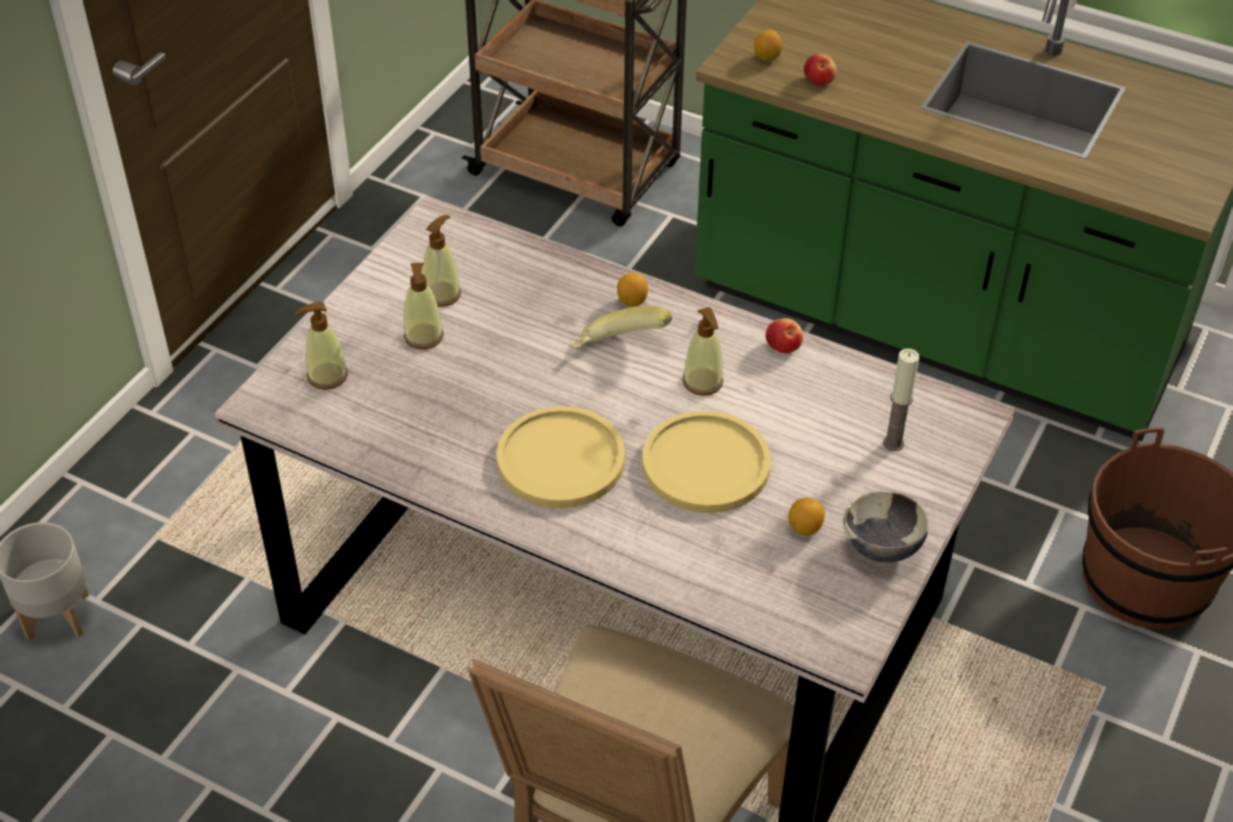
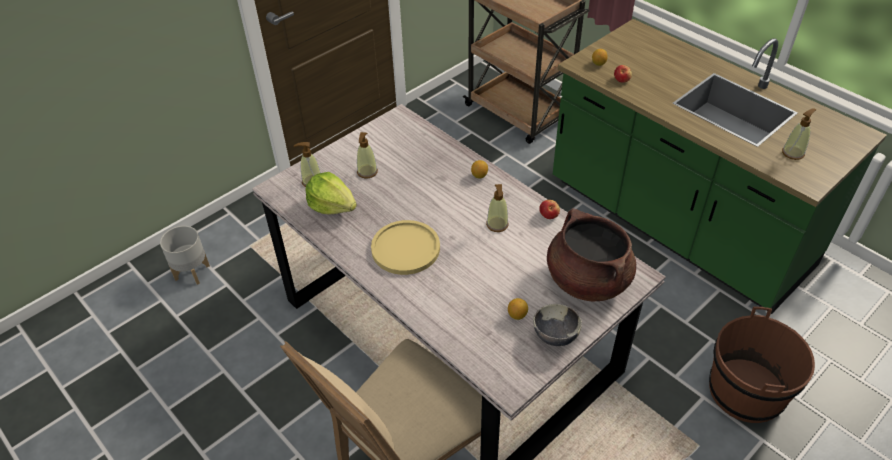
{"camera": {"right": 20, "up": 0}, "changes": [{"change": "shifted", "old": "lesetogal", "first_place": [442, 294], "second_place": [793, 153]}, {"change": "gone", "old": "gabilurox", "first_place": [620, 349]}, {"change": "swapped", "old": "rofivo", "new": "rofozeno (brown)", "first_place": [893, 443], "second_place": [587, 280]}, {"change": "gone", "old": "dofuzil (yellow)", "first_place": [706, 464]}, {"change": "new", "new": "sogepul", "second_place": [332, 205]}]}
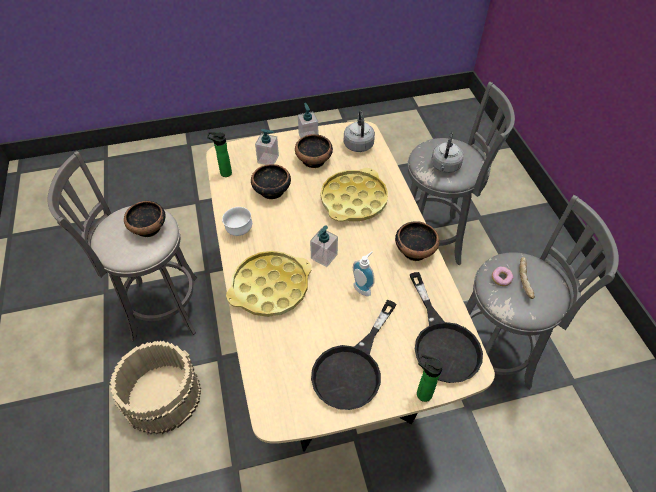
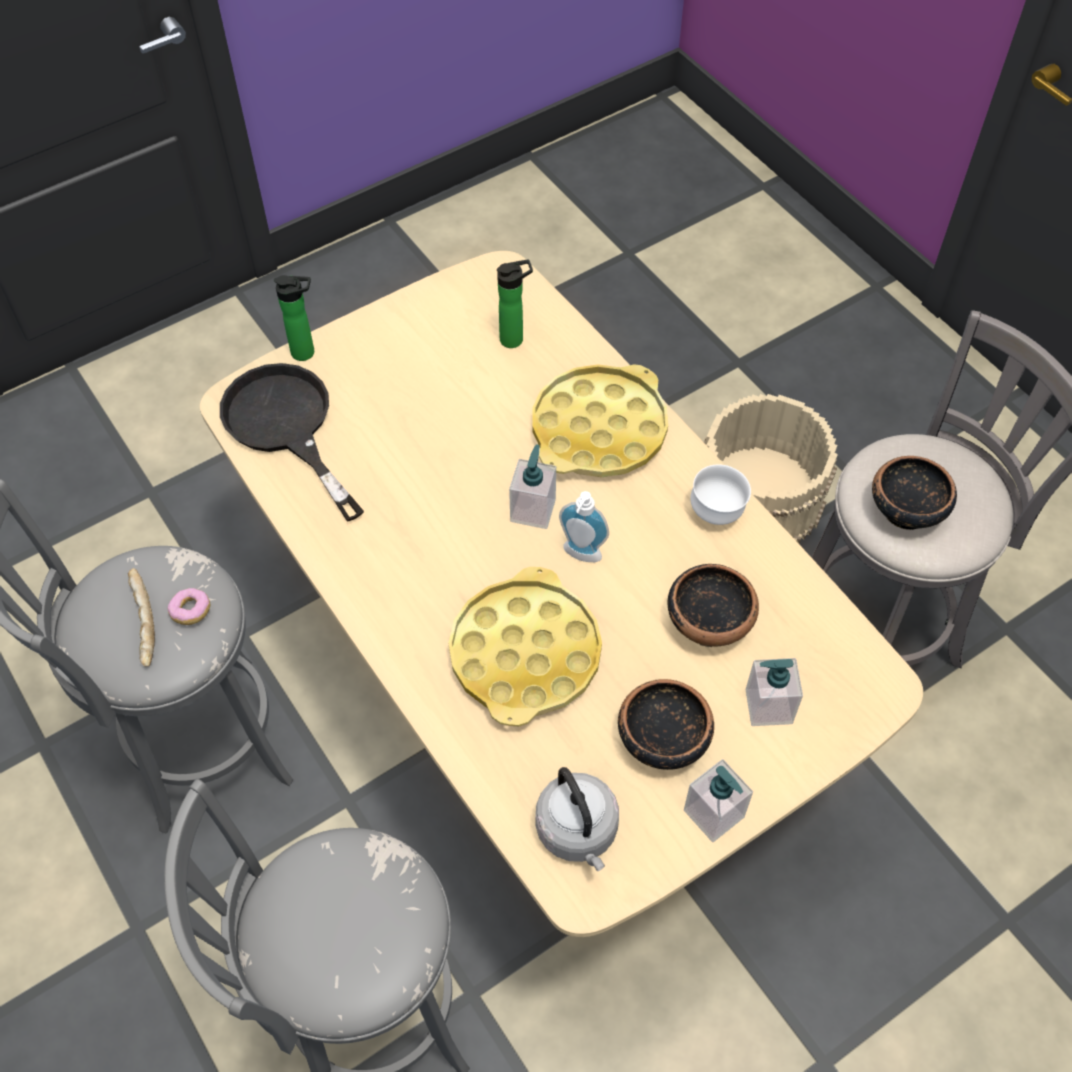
{"camera": {"right": 160, "up": 5}, "changes": [{"change": "shifted", "old": "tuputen", "first_place": [224, 173], "second_place": [515, 339]}, {"change": "gone", "old": "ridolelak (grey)", "first_place": [445, 167]}, {"change": "gone", "old": "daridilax", "first_place": [415, 250]}, {"change": "shifted", "old": "lesetogal", "first_place": [363, 288], "second_place": [580, 556]}, {"change": "gone", "old": "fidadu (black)", "first_place": [353, 368]}]}
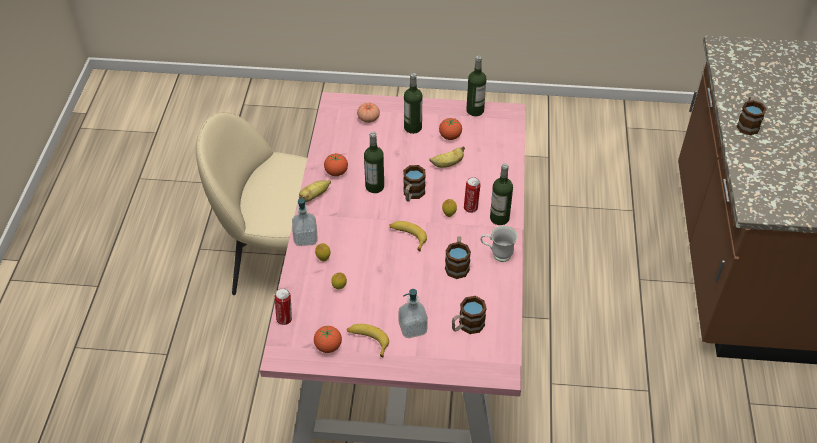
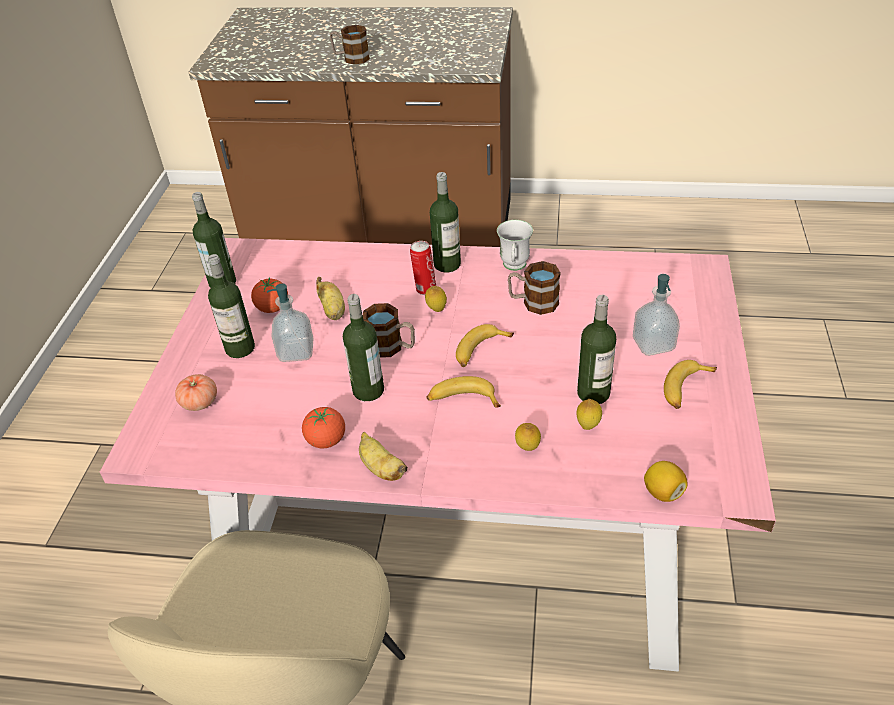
{"camera": {"right": -85, "up": -5}, "changes": [{"change": "shifted", "old": "lesetogal", "first_place": [305, 238], "second_place": [296, 352]}, {"change": "swapped", "old": "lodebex", "new": "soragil", "first_place": [285, 319], "second_place": [663, 492]}, {"change": "gone", "old": "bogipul", "first_place": [467, 326]}, {"change": "gone", "old": "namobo", "first_place": [328, 346]}, {"change": "new", "new": "tuputen", "second_place": [593, 393]}, {"change": "new", "new": "gabilurox", "second_place": [462, 399]}]}
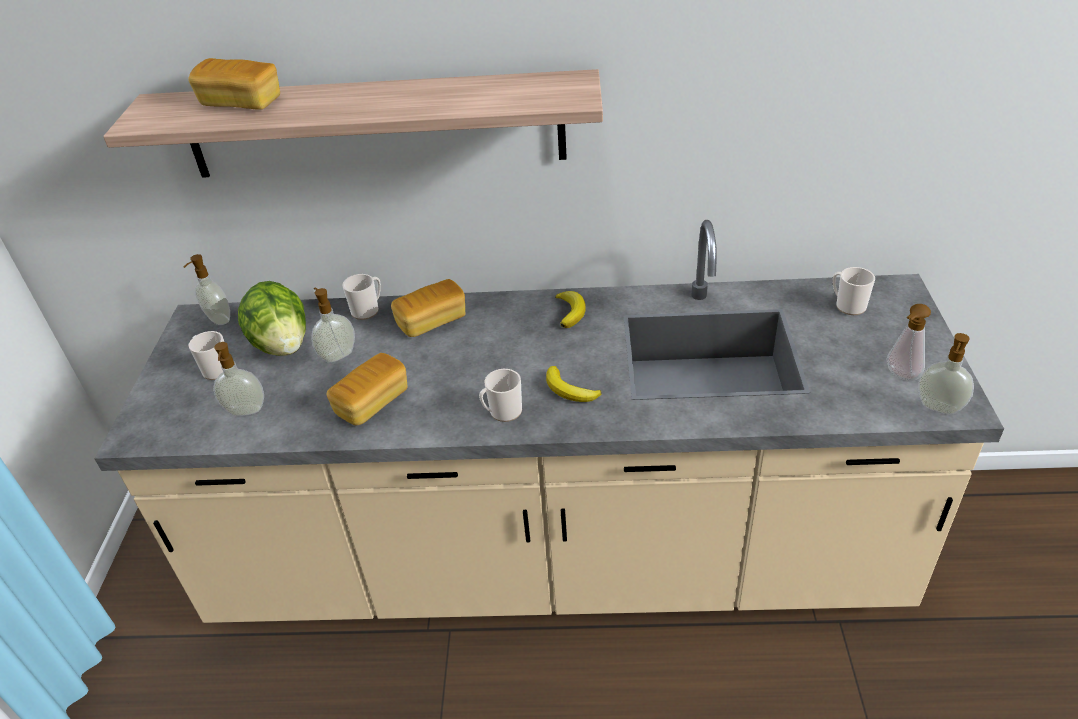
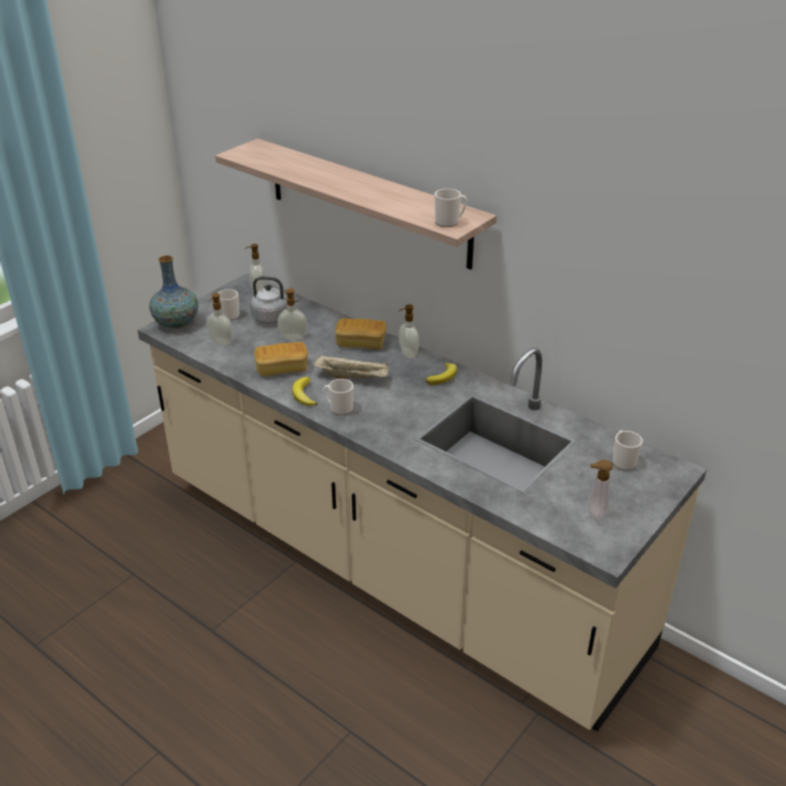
{"camera": {"right": 35, "up": -5}, "changes": [{"change": "gone", "old": "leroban", "first_place": [241, 103]}, {"change": "shifted", "old": "bogipul", "first_place": [368, 310], "second_place": [449, 222]}, {"change": "swapped", "old": "sogepul", "new": "ridolelak (grey)", "first_place": [282, 344], "second_place": [273, 318]}, {"change": "shifted", "old": "lesetogal", "first_place": [938, 408], "second_place": [407, 354]}, {"change": "shifted", "old": "gabilurox", "first_place": [570, 390], "second_place": [304, 395]}, {"change": "new", "new": "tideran", "second_place": [176, 323]}, {"change": "new", "new": "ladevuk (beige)", "second_place": [353, 377]}]}
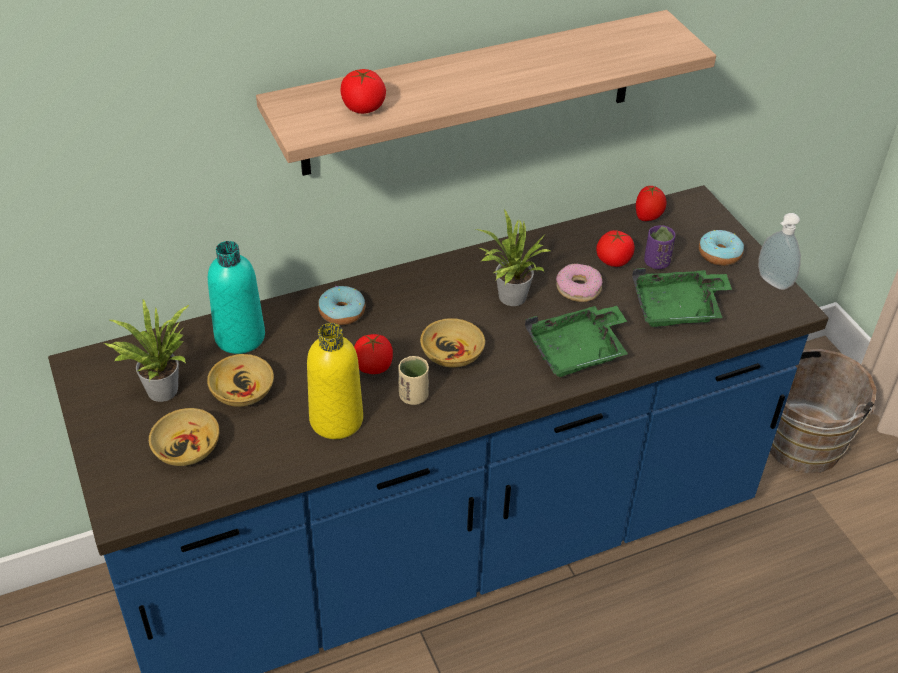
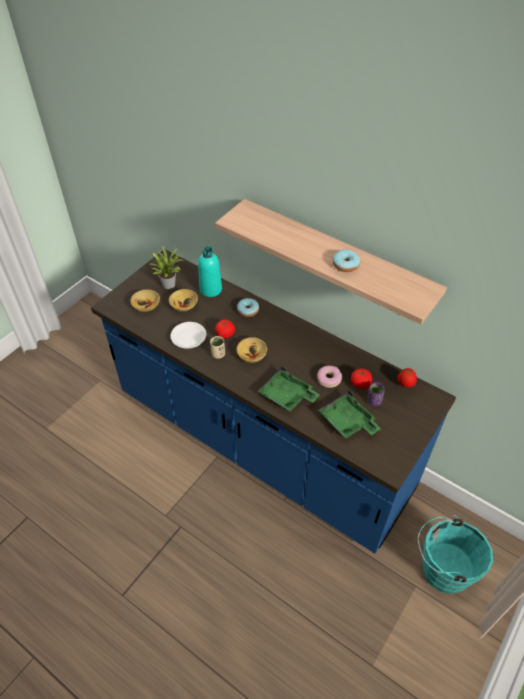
{"camera": {"right": 60, "up": 5}, "changes": [{"change": "gone", "old": "namobo", "first_place": [363, 107]}, {"change": "gone", "old": "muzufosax", "first_place": [508, 297]}, {"change": "gone", "old": "lesetogal", "first_place": [772, 282]}, {"change": "shifted", "old": "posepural", "first_place": [719, 254], "second_place": [345, 265]}, {"change": "swapped", "old": "tuputen (yellow)", "new": "dofuzil (white)", "first_place": [336, 420], "second_place": [188, 338]}, {"change": "repainted", "old": "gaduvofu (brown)", "new": "gaduvofu (turquoise)", "first_place": [798, 447], "second_place": [441, 569]}]}
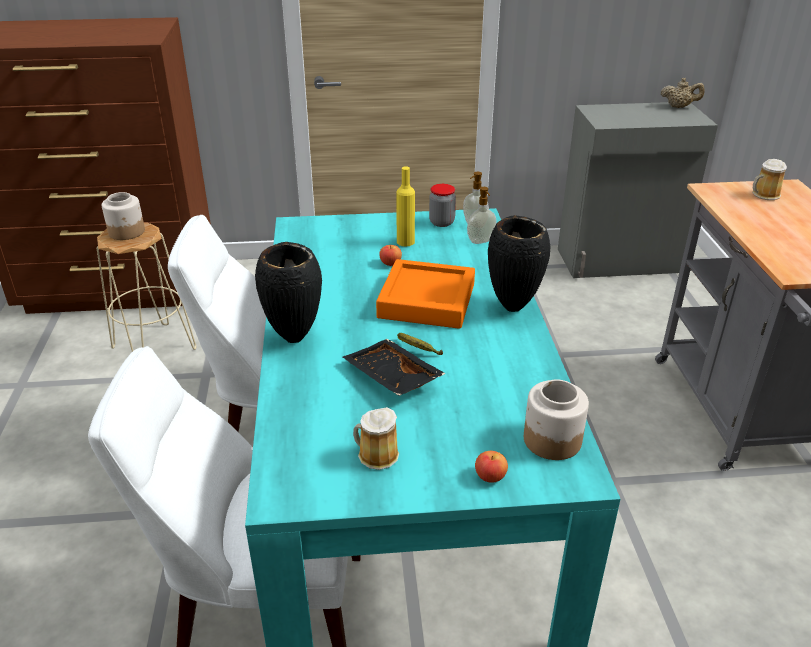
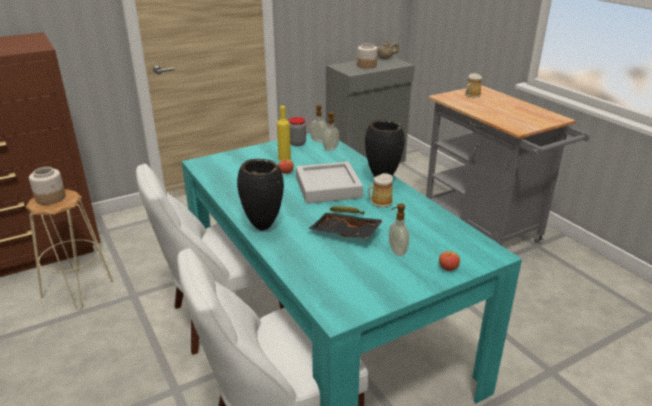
{"camera": {"right": -25, "up": -5}, "changes": [{"change": "repainted", "old": "ladevuk (orange)", "new": "ladevuk (grey)", "first_place": [426, 301], "second_place": [328, 188]}, {"change": "shifted", "old": "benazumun", "first_place": [551, 439], "second_place": [366, 65]}, {"change": "shifted", "old": "bogipul", "first_place": [375, 455], "second_place": [380, 202]}, {"change": "new", "new": "lesetogal", "second_place": [396, 251]}]}
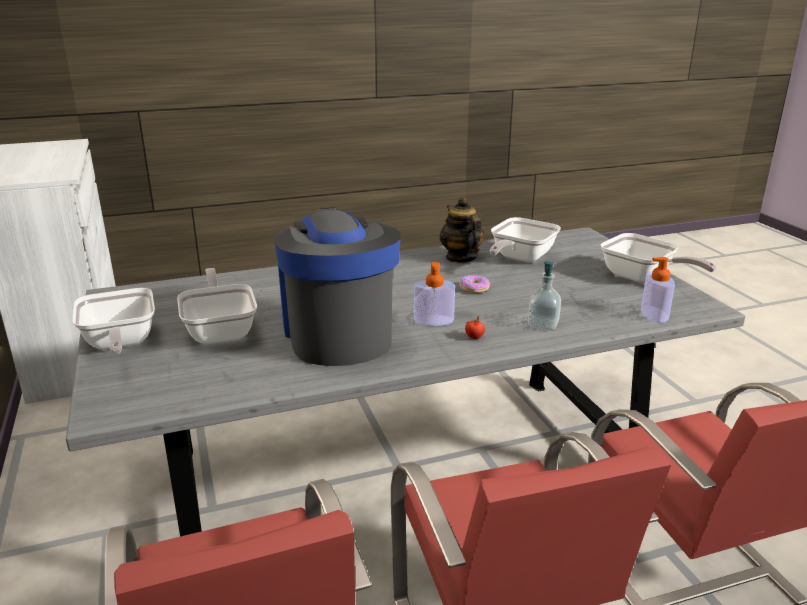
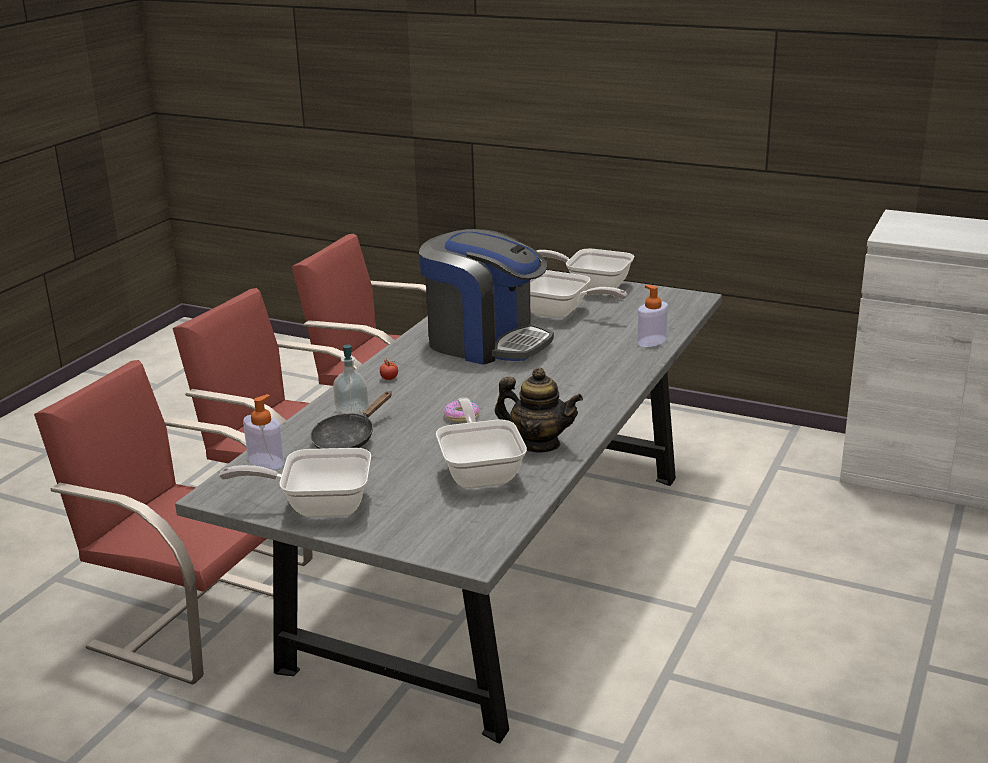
{"camera": {"right": 135, "up": 0}, "changes": [{"change": "shifted", "old": "lesetogal", "first_place": [433, 320], "second_place": [651, 341]}, {"change": "new", "new": "fidadu (black)", "second_place": [348, 439]}]}
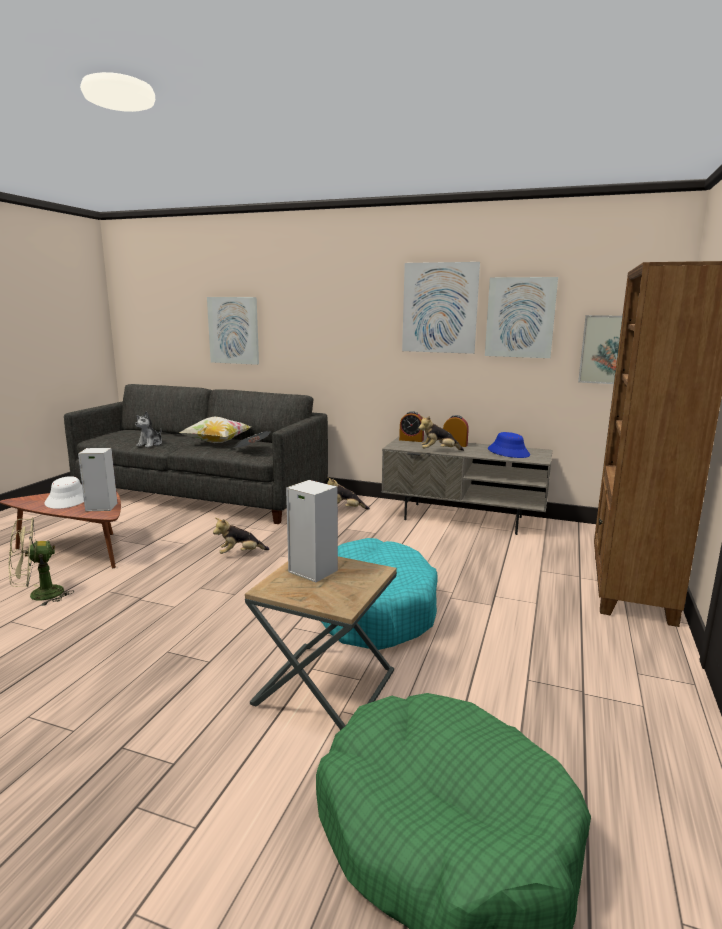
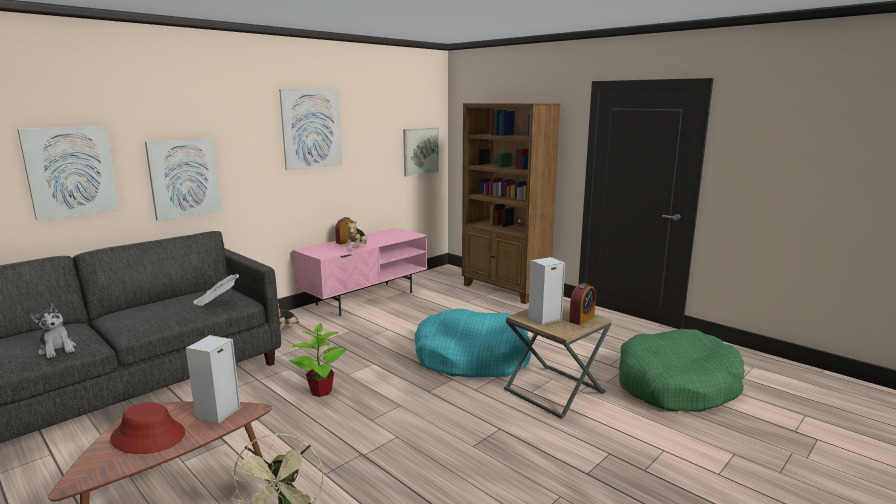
{"camera": {"right": -65, "up": 0}, "changes": [{"change": "shifted", "old": "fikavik", "first_place": [520, 317], "second_place": [184, 178]}, {"change": "shifted", "old": "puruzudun", "first_place": [411, 440], "second_place": [581, 319]}, {"change": "gone", "old": "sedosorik", "first_place": [216, 442]}, {"change": "gone", "old": "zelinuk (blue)", "first_place": [508, 452]}, {"change": "repainted", "old": "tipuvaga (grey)", "new": "tipuvaga (pink)", "first_place": [464, 518], "second_place": [365, 298]}, {"change": "repainted", "old": "zelinuk (white)", "new": "zelinuk (red)", "first_place": [68, 500], "second_place": [148, 436]}, {"change": "swapped", "old": "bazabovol", "new": "muzufosax", "first_place": [240, 554], "second_place": [320, 392]}]}
